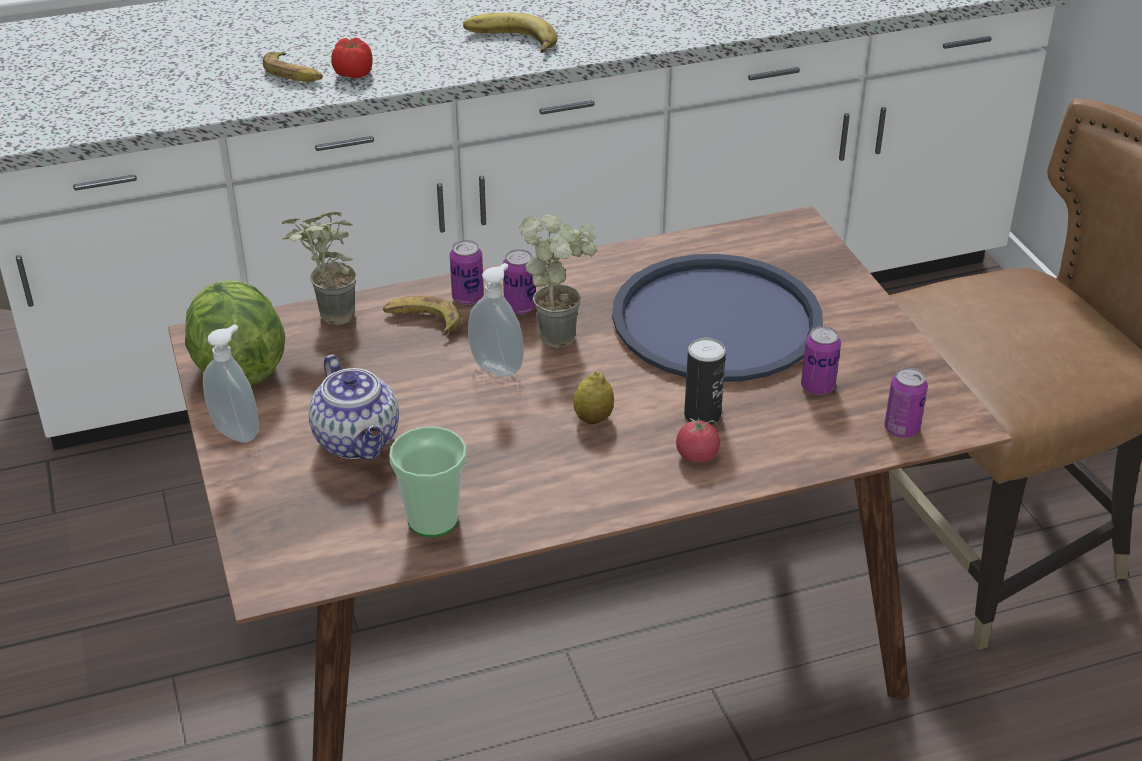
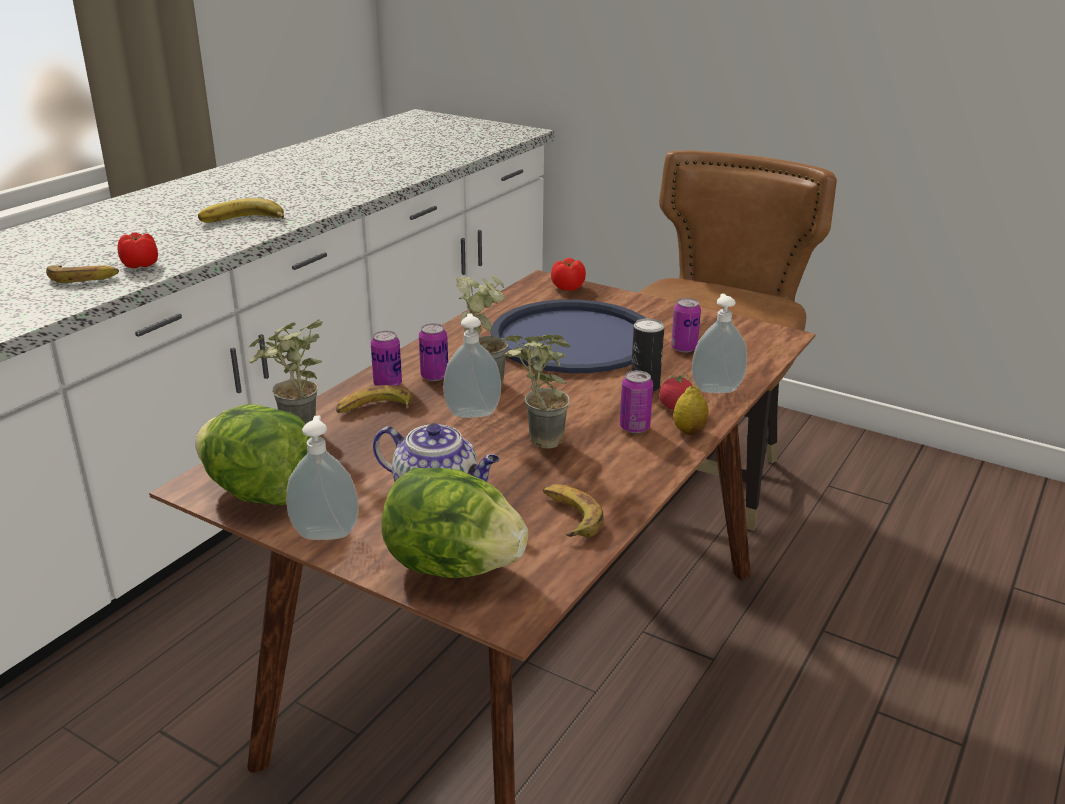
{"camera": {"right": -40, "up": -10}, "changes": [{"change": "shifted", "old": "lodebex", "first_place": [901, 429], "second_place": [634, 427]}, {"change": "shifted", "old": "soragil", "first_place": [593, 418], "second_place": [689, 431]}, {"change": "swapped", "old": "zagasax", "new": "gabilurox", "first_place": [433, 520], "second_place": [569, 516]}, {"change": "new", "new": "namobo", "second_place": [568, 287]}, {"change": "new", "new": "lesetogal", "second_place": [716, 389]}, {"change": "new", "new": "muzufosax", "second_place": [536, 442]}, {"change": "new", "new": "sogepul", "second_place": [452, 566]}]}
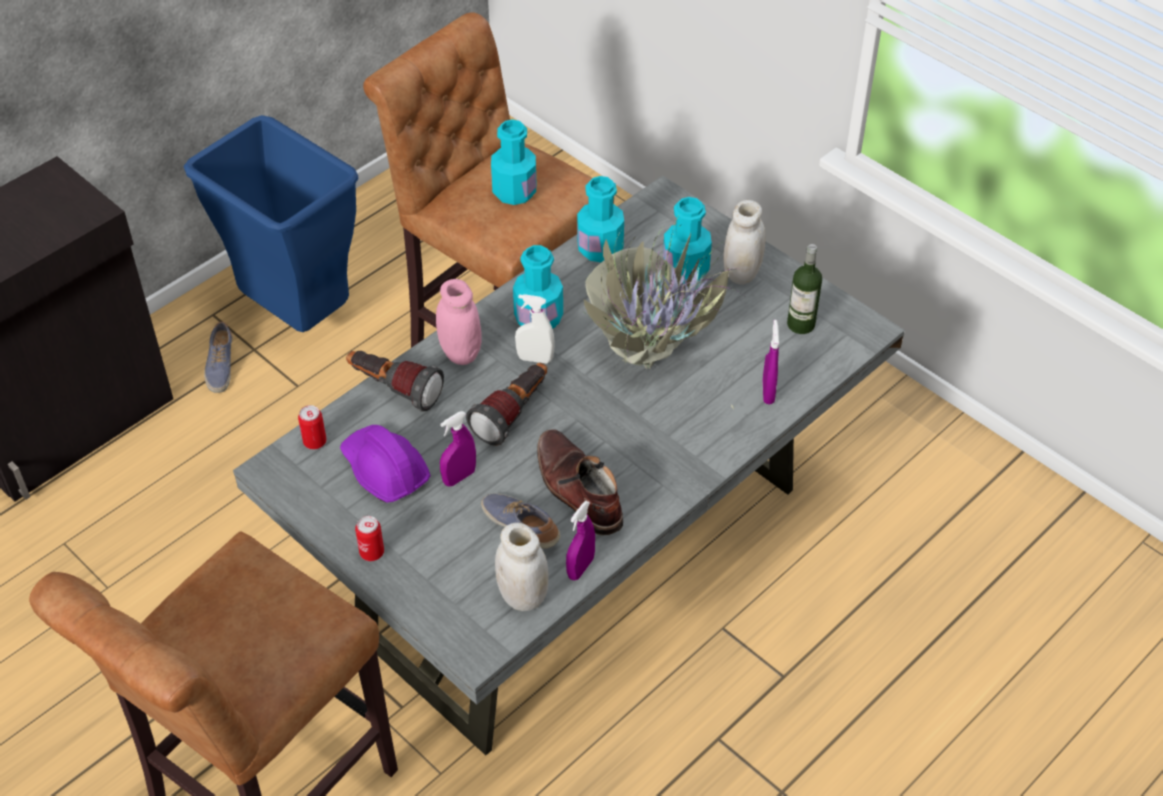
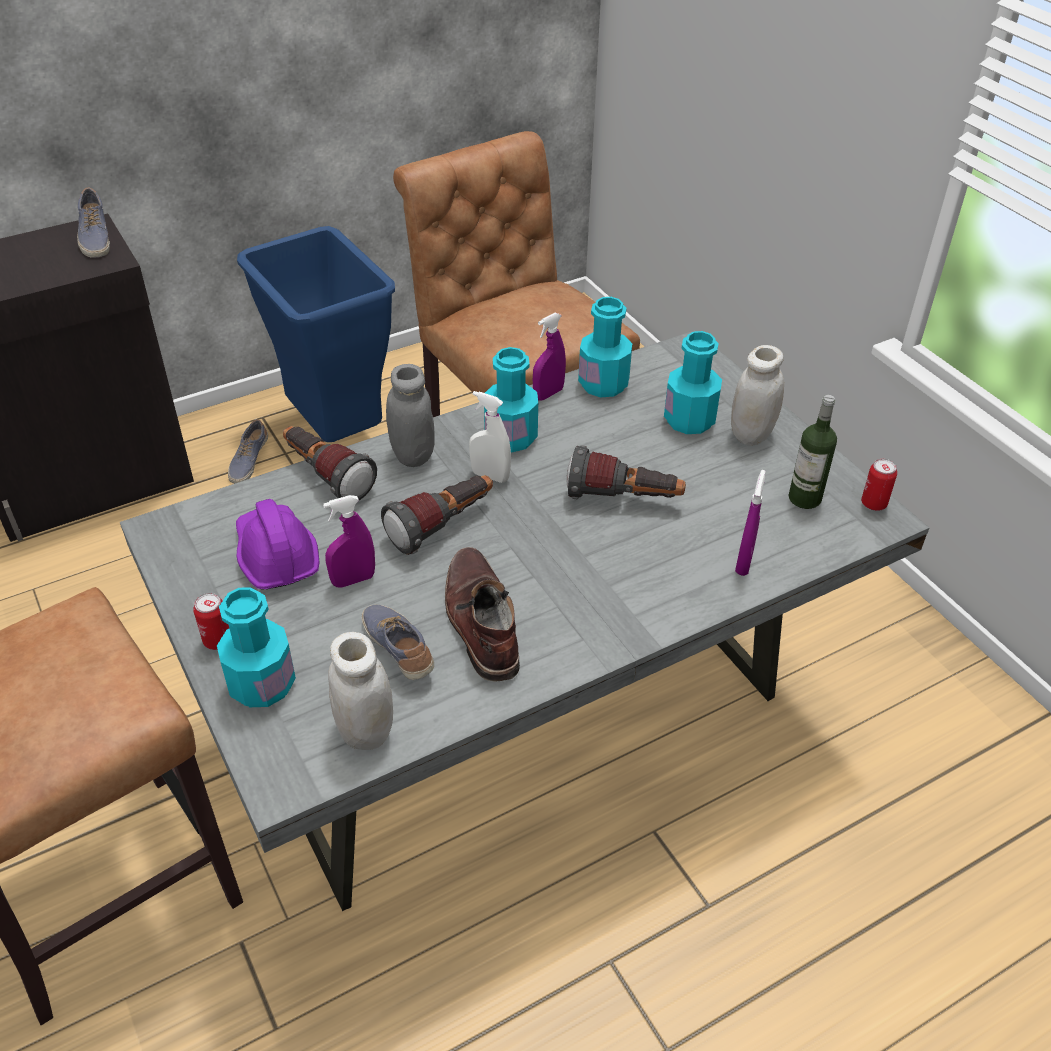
{"camera": {"right": 15, "up": -5}, "changes": [{"change": "shifted", "old": "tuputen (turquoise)", "first_place": [514, 192], "second_place": [262, 684]}, {"change": "swapped", "old": "muzufosax", "new": "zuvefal", "first_place": [654, 357], "second_place": [623, 499]}, {"change": "repainted", "old": "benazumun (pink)", "new": "benazumun (grey)", "first_place": [460, 353], "second_place": [413, 455]}, {"change": "shifted", "old": "lodebex", "first_place": [315, 442], "second_place": [873, 504]}, {"change": "shifted", "old": "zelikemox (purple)", "first_place": [580, 568], "second_place": [548, 394]}, {"change": "new", "new": "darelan", "second_place": [95, 238]}]}
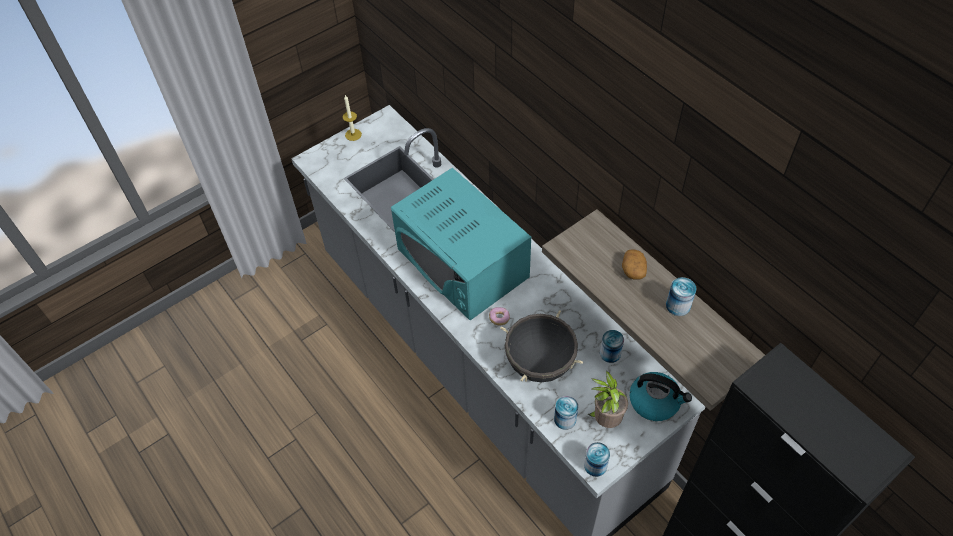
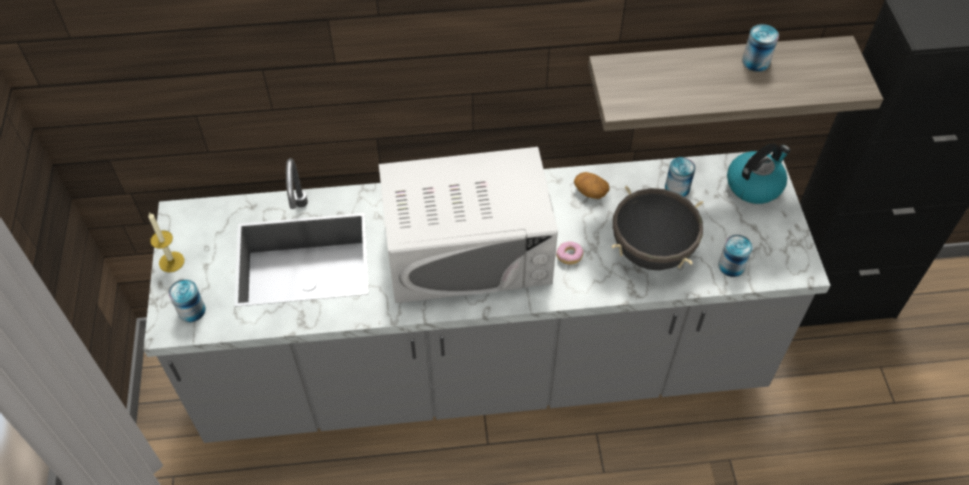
{"camera": {"right": -60, "up": 0}, "changes": [{"change": "repainted", "old": "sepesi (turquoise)", "new": "sepesi (white)", "first_place": [462, 262], "second_place": [468, 251]}, {"change": "shifted", "old": "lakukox", "first_place": [633, 269], "second_place": [590, 191]}, {"change": "gone", "old": "muzufosax", "first_place": [605, 419]}, {"change": "shifted", "old": "lodebex", "first_place": [595, 465], "second_place": [191, 310]}]}
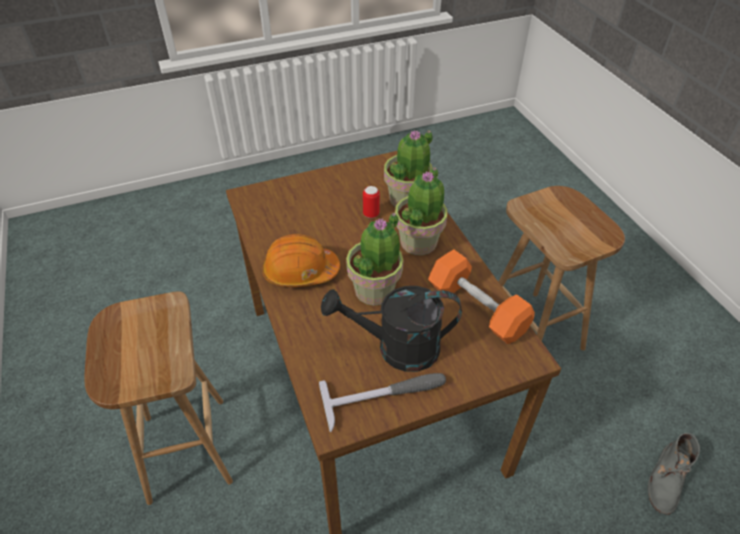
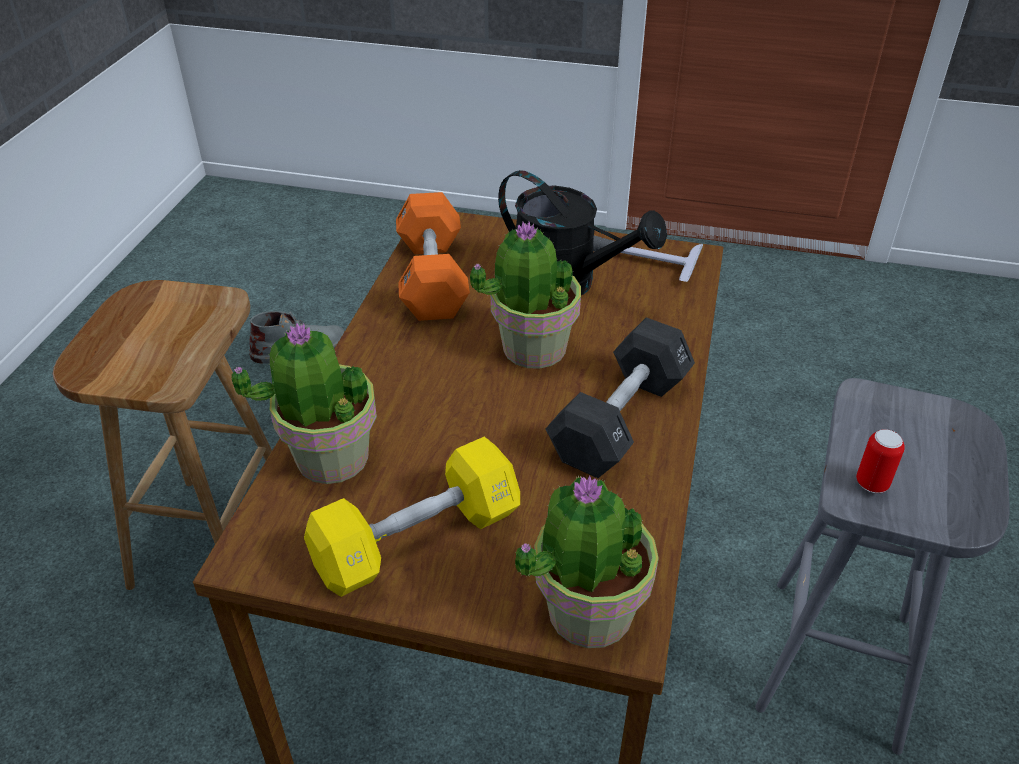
{"camera": {"right": -145, "up": -5}, "changes": [{"change": "shifted", "old": "muzufosax", "first_place": [419, 242], "second_place": [588, 612]}, {"change": "shifted", "old": "lodebex", "first_place": [371, 214], "second_place": [872, 483]}, {"change": "swapped", "old": "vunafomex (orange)", "new": "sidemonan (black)", "first_place": [300, 272], "second_place": [620, 419]}, {"change": "repainted", "old": "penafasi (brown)", "new": "penafasi (grey)", "first_place": [186, 448], "second_place": [836, 665]}, {"change": "new", "new": "sidemonan (yellow)", "second_place": [417, 539]}]}
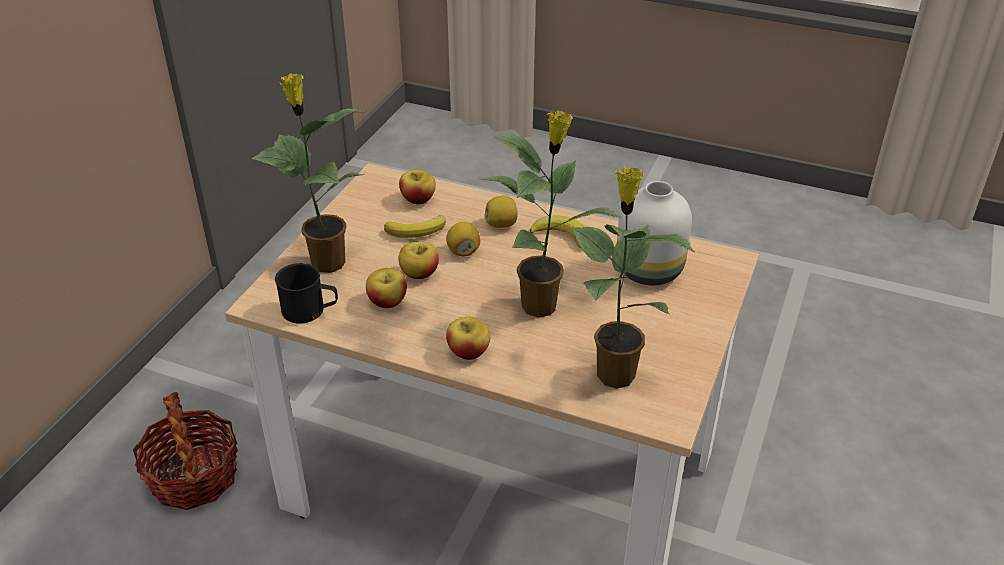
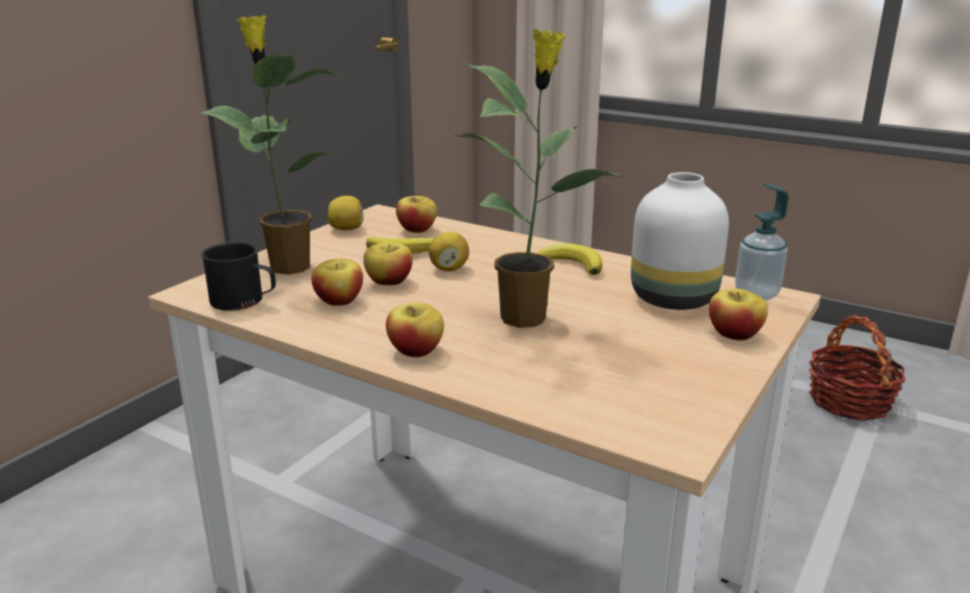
{"camera": {"right": 10, "up": -15}, "changes": [{"change": "gone", "old": "muzufosax", "first_place": [614, 373]}, {"change": "shifted", "old": "soragil", "first_place": [501, 224], "second_place": [346, 229]}, {"change": "shifted", "old": "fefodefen", "first_place": [193, 477], "second_place": [849, 401]}, {"change": "new", "new": "lesetogal", "second_place": [756, 294]}, {"change": "new", "new": "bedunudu", "second_place": [734, 334]}]}
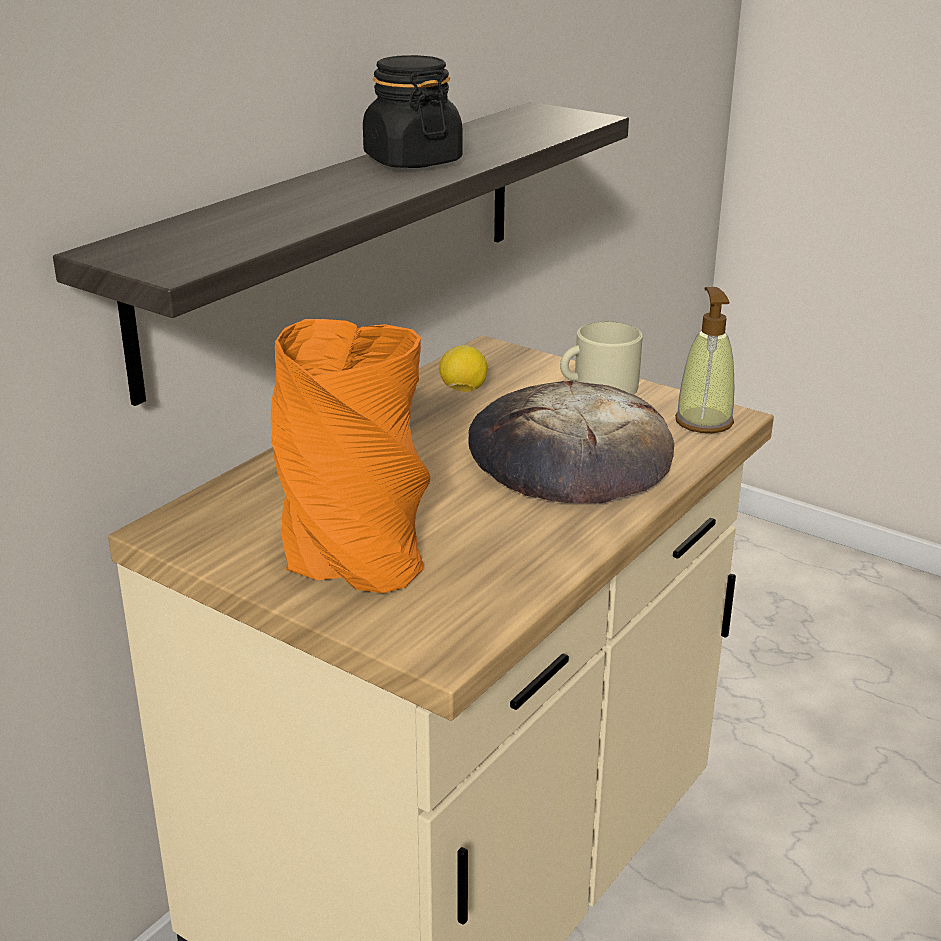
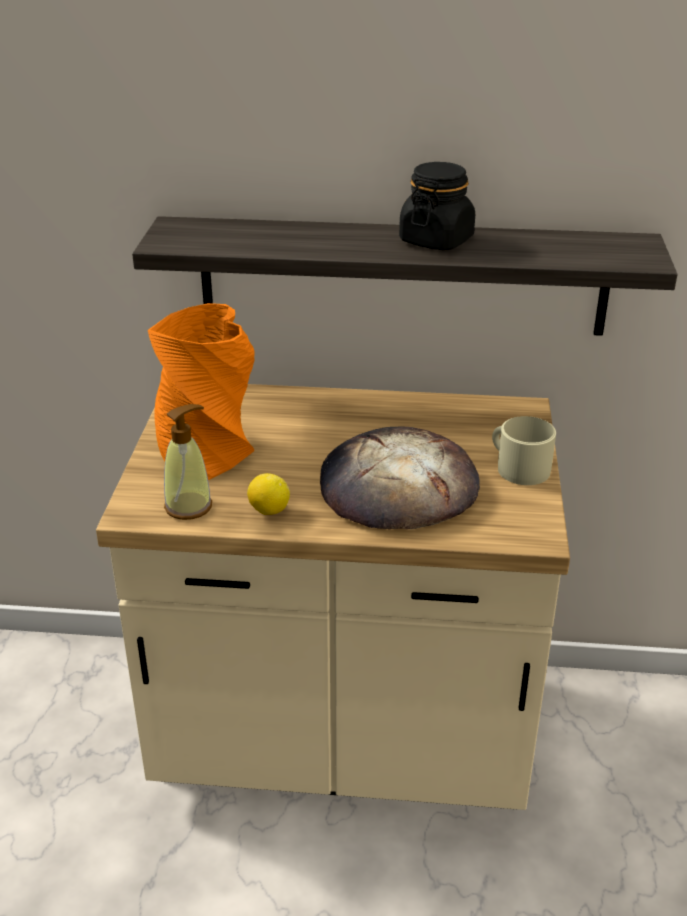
{"camera": {"right": 60, "up": 5}, "changes": [{"change": "shifted", "old": "lesetogal", "first_place": [703, 421], "second_place": [189, 506]}, {"change": "shifted", "old": "soragil", "first_place": [463, 390], "second_place": [268, 510]}]}
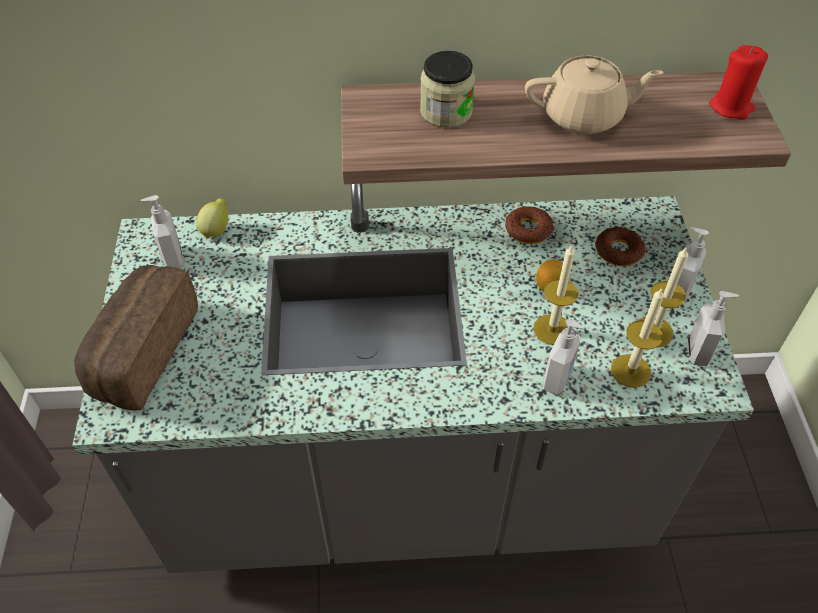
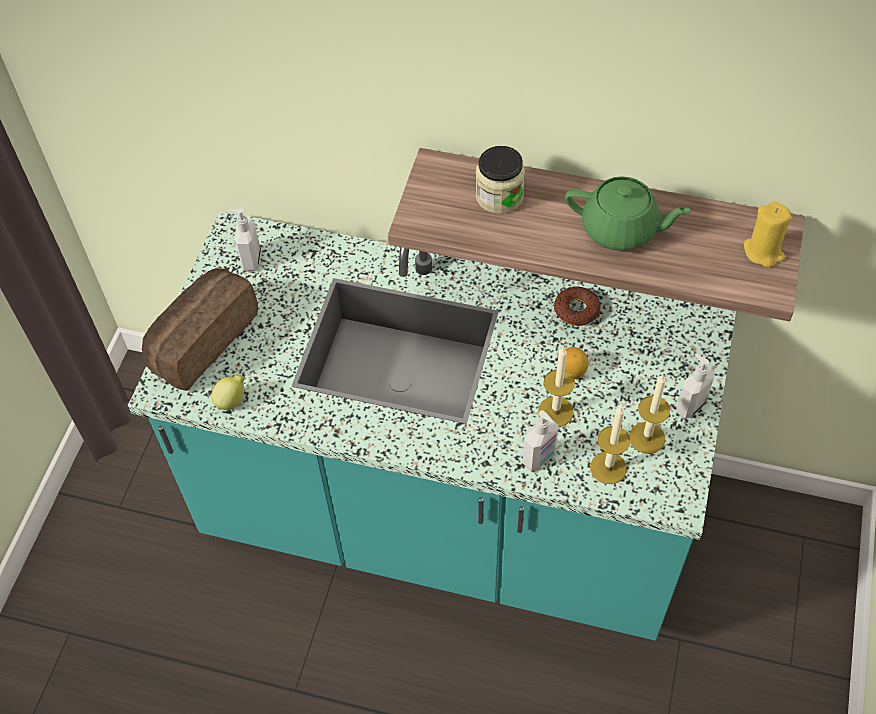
{"camera": {"right": 20, "up": 5}, "changes": [{"change": "repainted", "old": "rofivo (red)", "new": "rofivo (yellow)", "first_place": [731, 107], "second_place": [763, 252]}, {"change": "repainted", "old": "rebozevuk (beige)", "new": "rebozevuk (green)", "first_place": [584, 116], "second_place": [621, 229]}, {"change": "repainted", "old": "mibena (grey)", "new": "mibena (turquoise)", "first_place": [409, 486], "second_place": [444, 517]}, {"change": "shifted", "old": "soragil", "first_place": [216, 230], "second_place": [232, 400]}, {"change": "gone", "old": "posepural", "first_place": [618, 251]}, {"change": "gone", "old": "lesetogal", "first_place": [699, 351]}]}
